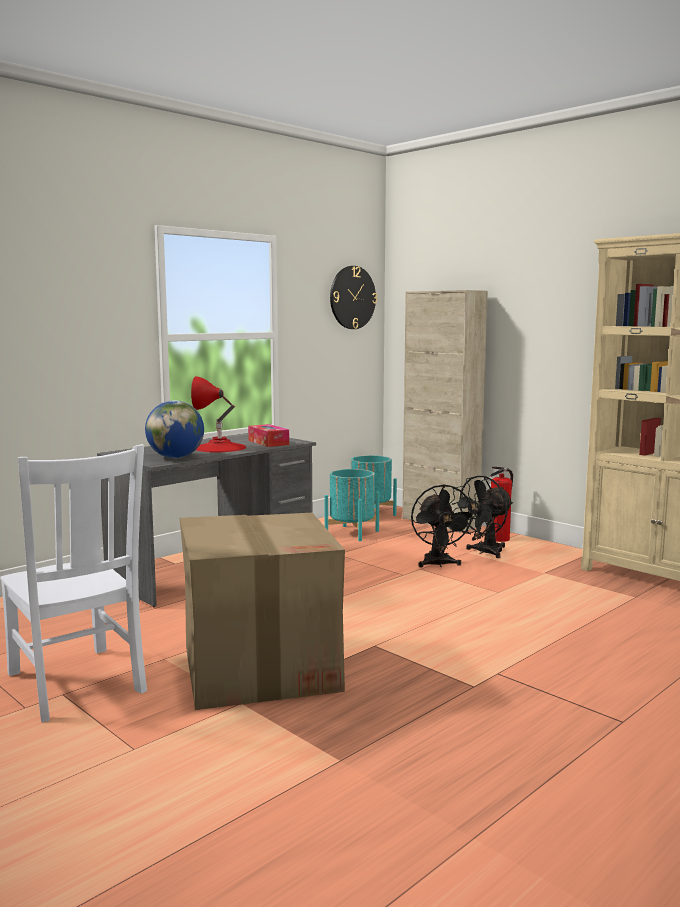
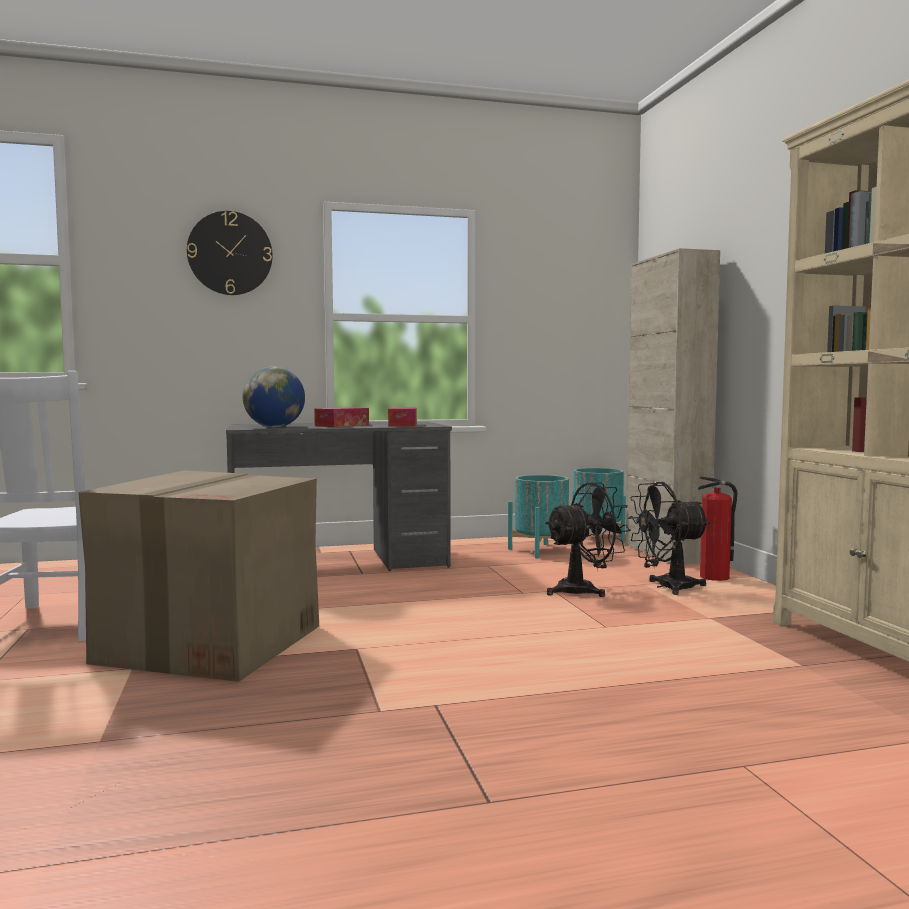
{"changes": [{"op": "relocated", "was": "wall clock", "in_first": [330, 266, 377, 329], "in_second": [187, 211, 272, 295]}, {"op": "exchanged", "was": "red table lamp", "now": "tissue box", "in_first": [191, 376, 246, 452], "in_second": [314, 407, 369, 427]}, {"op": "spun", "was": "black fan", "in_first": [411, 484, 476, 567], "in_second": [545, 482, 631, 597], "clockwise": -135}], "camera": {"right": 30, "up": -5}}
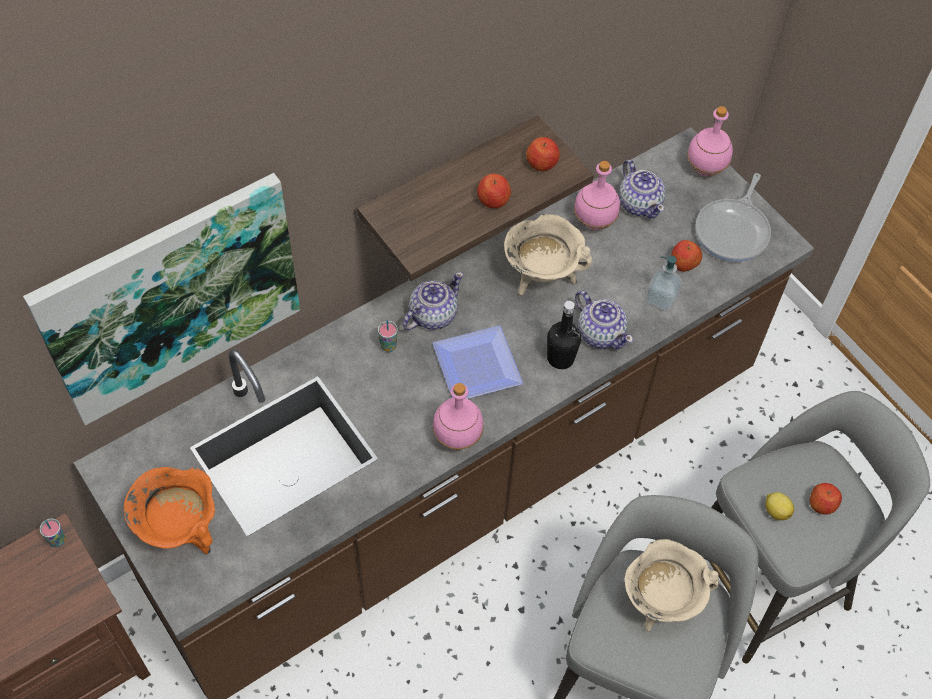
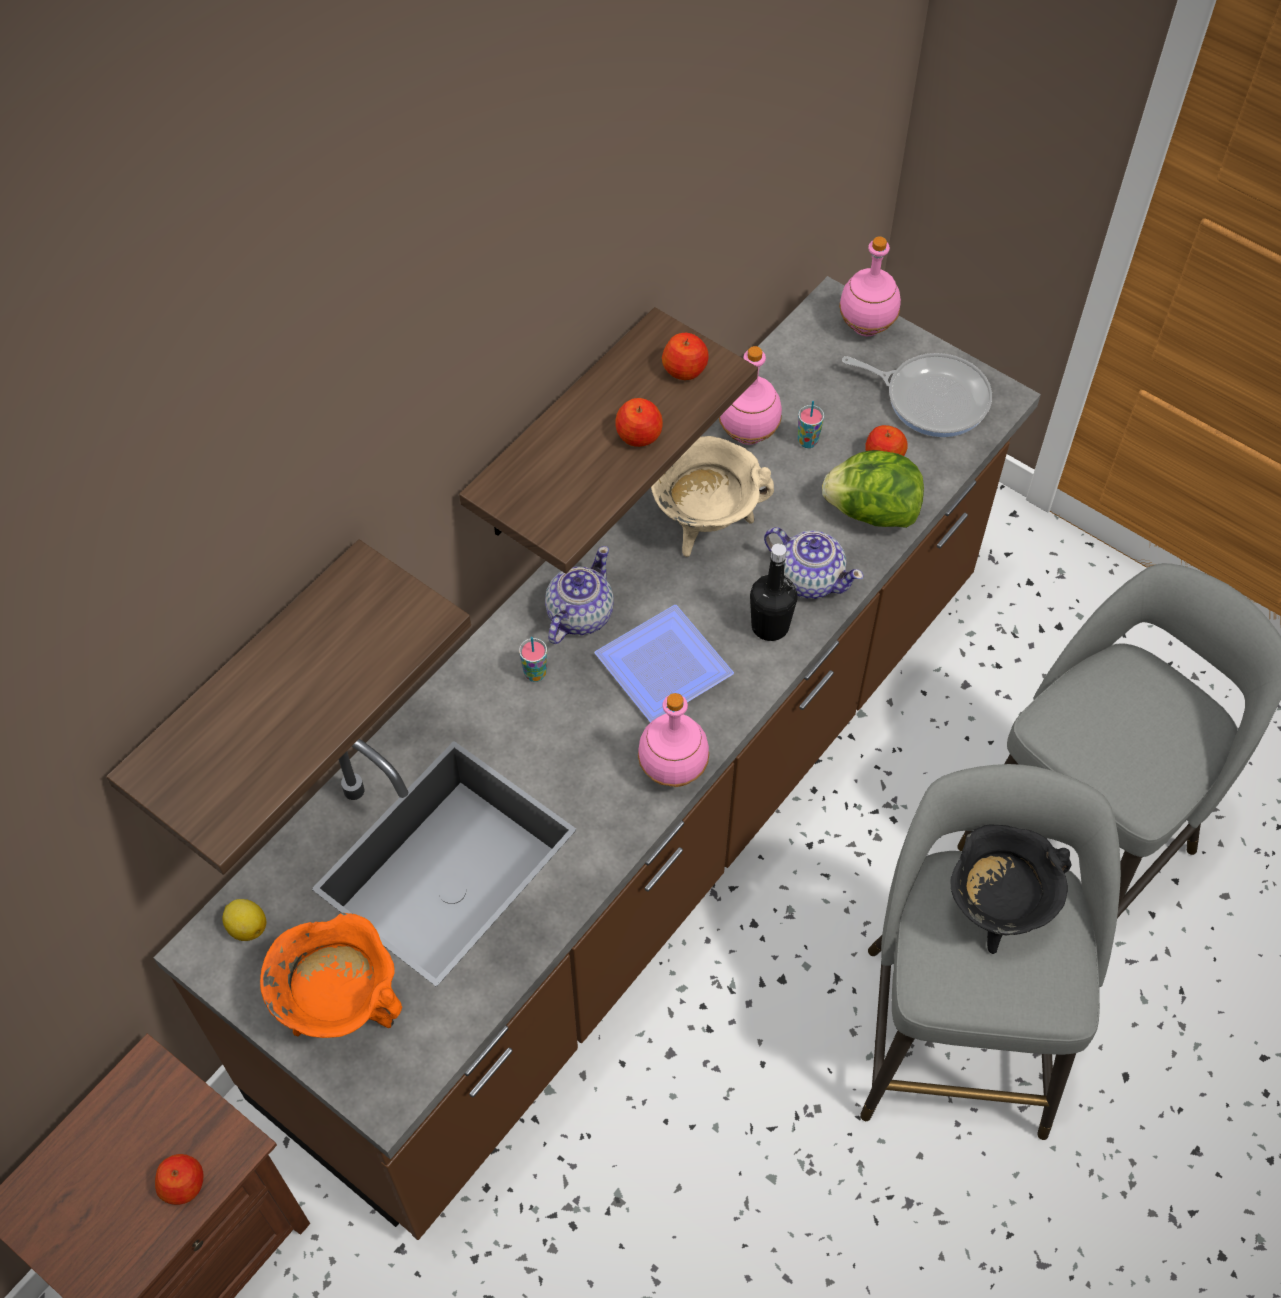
{"changes": [{"op": "missing", "was": "teapot", "in_first": [619, 160, 665, 219]}, {"op": "relocated", "was": "cup", "in_first": [40, 519, 66, 548], "in_second": [798, 401, 824, 448]}, {"op": "relocated", "was": "lemon", "in_first": [765, 492, 794, 520], "in_second": [222, 899, 266, 941]}, {"op": "relocated", "was": "apple", "in_first": [810, 483, 842, 515], "in_second": [155, 1154, 204, 1205]}, {"op": "exchanged", "was": "picture", "now": "shelf", "in_first": [23, 173, 300, 426], "in_second": [106, 539, 471, 875]}, {"op": "exchanged", "was": "soap dispenser", "now": "lettuce", "in_first": [646, 256, 682, 311], "in_second": [822, 450, 924, 528]}, {"op": "colour", "was": "beige cooking pot", "now": "black cooking pot", "in_first": [625, 539, 719, 632], "in_second": [951, 824, 1071, 954]}, {"op": "spun", "was": "frying pan", "in_first": [695, 173, 771, 262], "in_second": [842, 353, 992, 437], "clockwise": -75}], "camera": {"right": -15, "up": 0}}
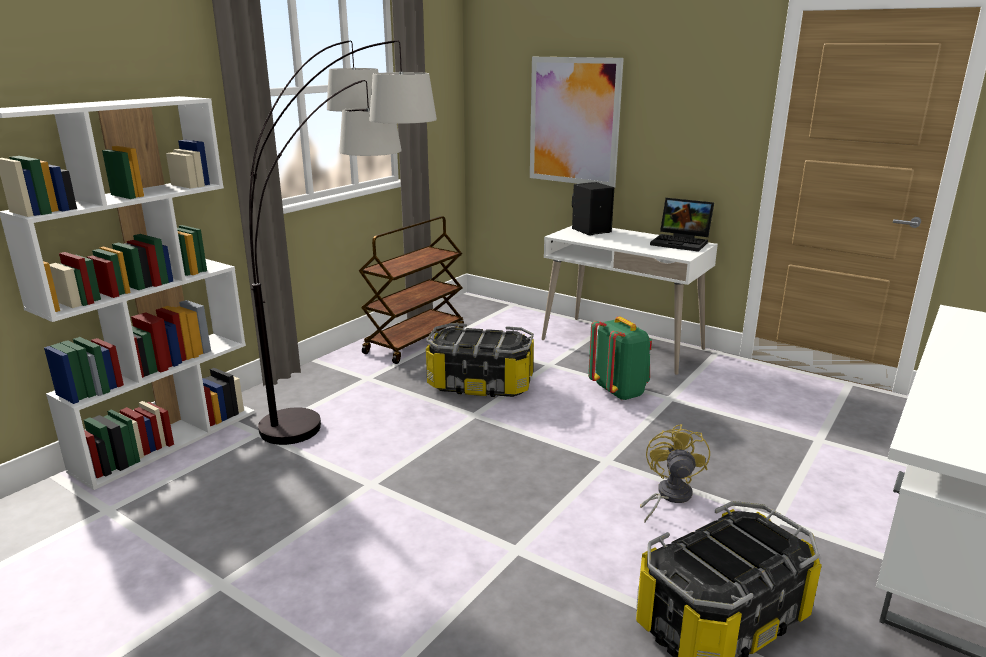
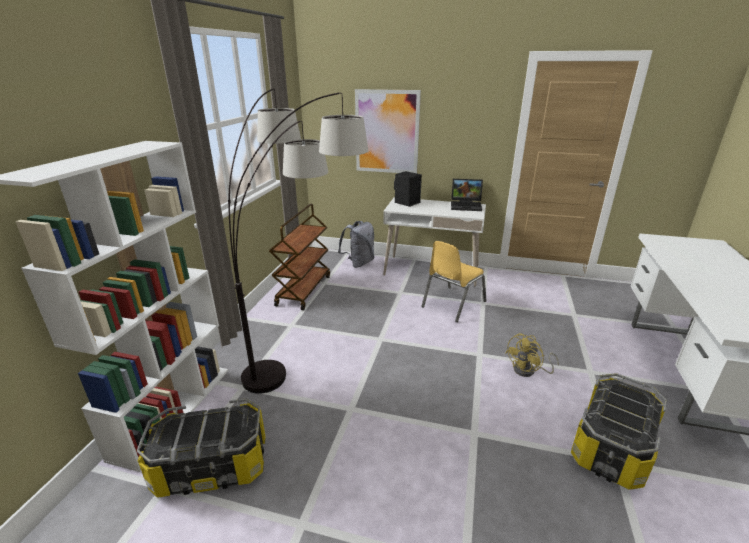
{"changes": [{"op": "appeared", "now": "grey backpack", "in_second": [338, 221, 375, 268]}, {"op": "relocated", "was": "storage box", "in_first": [426, 323, 534, 397], "in_second": [137, 398, 265, 498]}, {"op": "exchanged", "was": "green backpack", "now": "yellow chair", "in_first": [588, 317, 652, 400], "in_second": [421, 241, 487, 322]}, {"op": "spun", "was": "yellow fan", "in_first": [640, 424, 710, 523], "in_second": [506, 333, 559, 377], "clockwise": -120}], "camera": {"right": -20, "up": 5}}
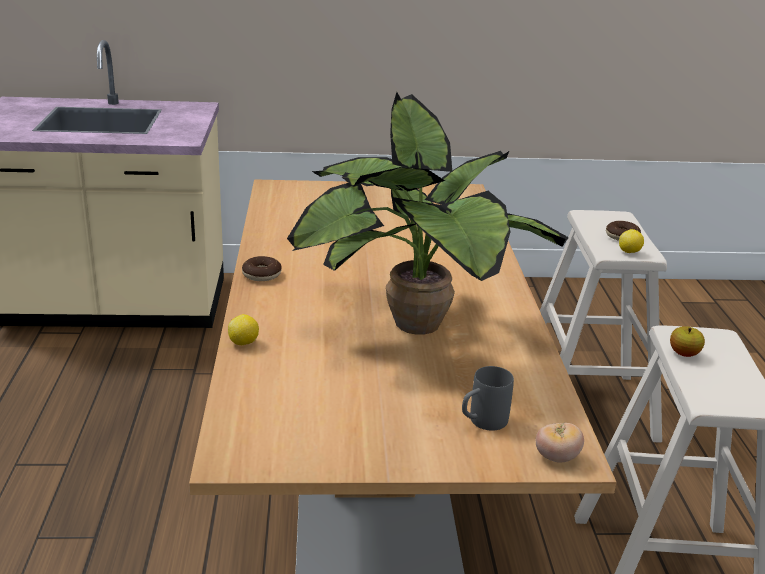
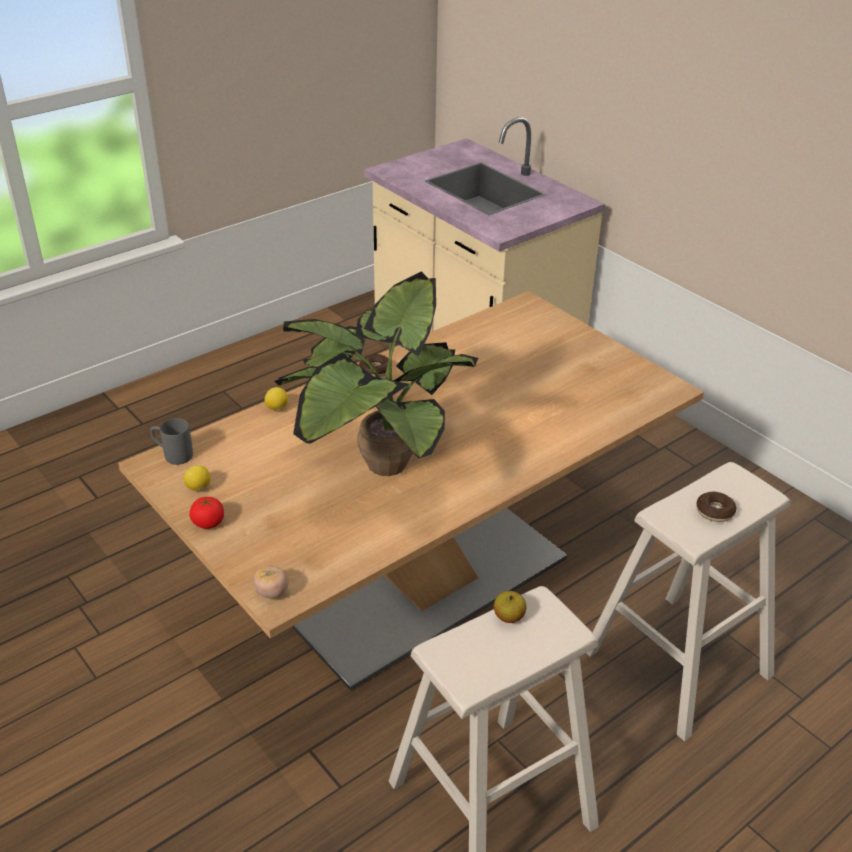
{"changes": [{"op": "appeared", "now": "tomato", "in_second": [189, 497, 224, 529]}, {"op": "relocated", "was": "grey mug", "in_first": [462, 366, 514, 431], "in_second": [150, 418, 193, 465]}, {"op": "relocated", "was": "lemon", "in_first": [619, 229, 644, 253], "in_second": [184, 465, 211, 491]}], "camera": {"right": 55, "up": 10}}
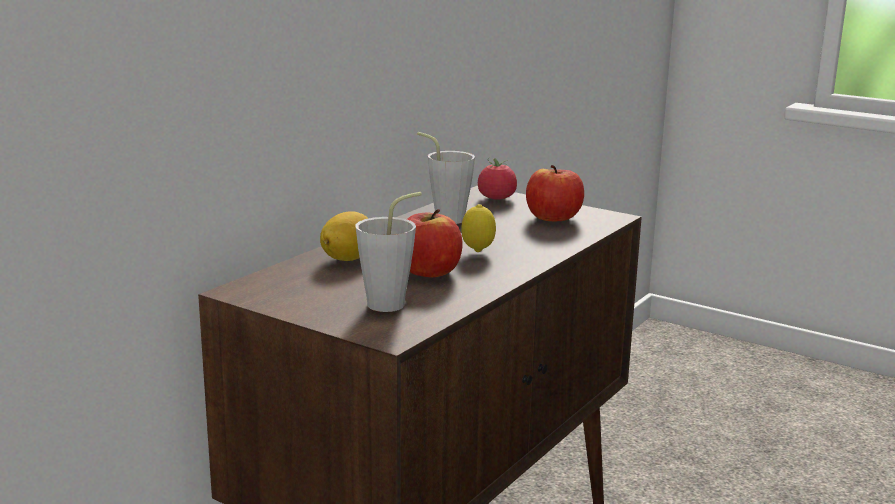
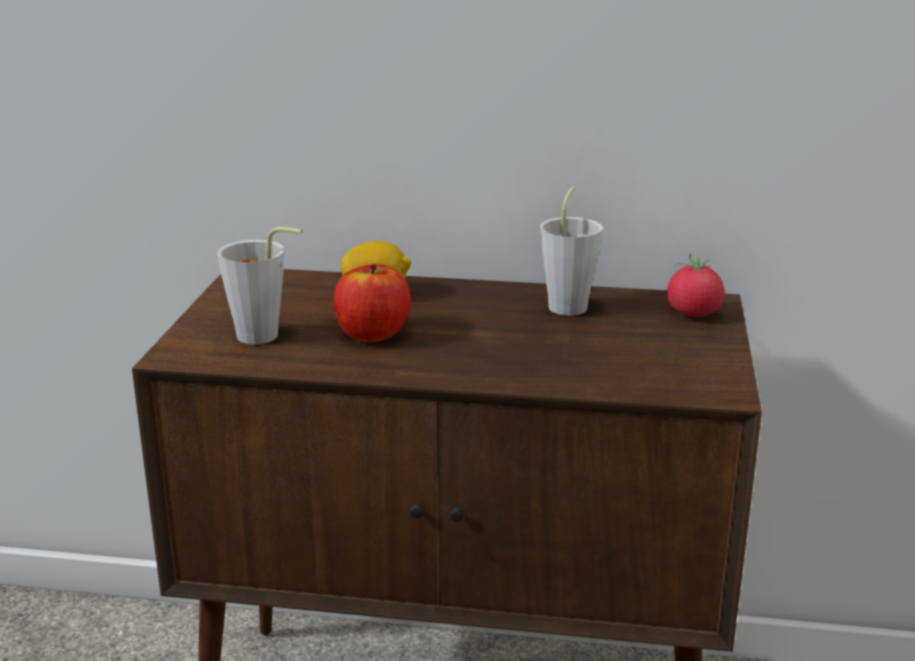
{"changes": [{"op": "missing", "was": "lemon", "in_first": [461, 204, 496, 252]}, {"op": "missing", "was": "apple", "in_first": [526, 165, 584, 221]}], "camera": {"right": 65, "up": 5}}
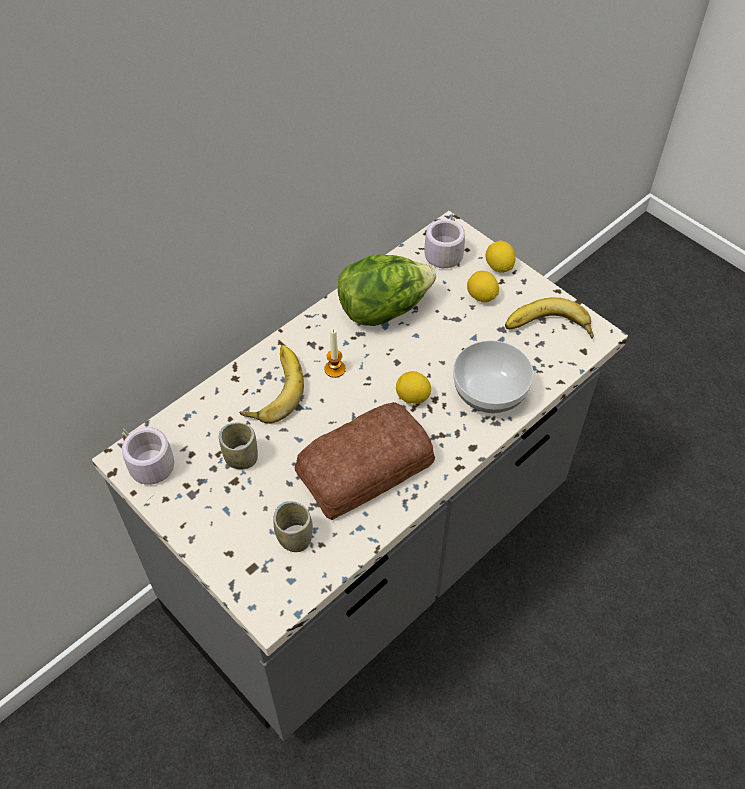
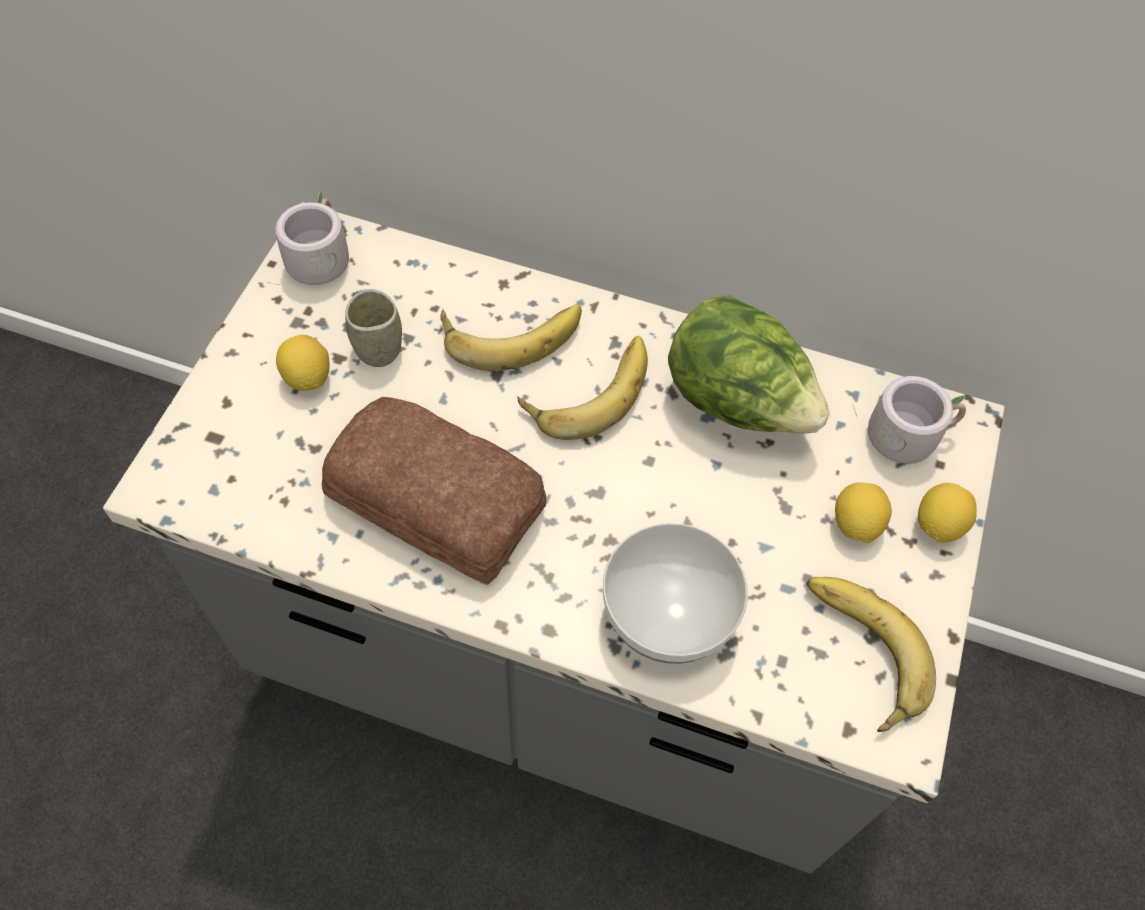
{"changes": [{"op": "missing", "was": "cup", "in_first": [273, 501, 313, 552]}, {"op": "relocated", "was": "lemon", "in_first": [396, 371, 431, 404], "in_second": [276, 335, 330, 391]}, {"op": "exchanged", "was": "candle", "now": "banana", "in_first": [325, 328, 346, 378], "in_second": [518, 336, 648, 440]}], "camera": {"right": 60, "up": 5}}
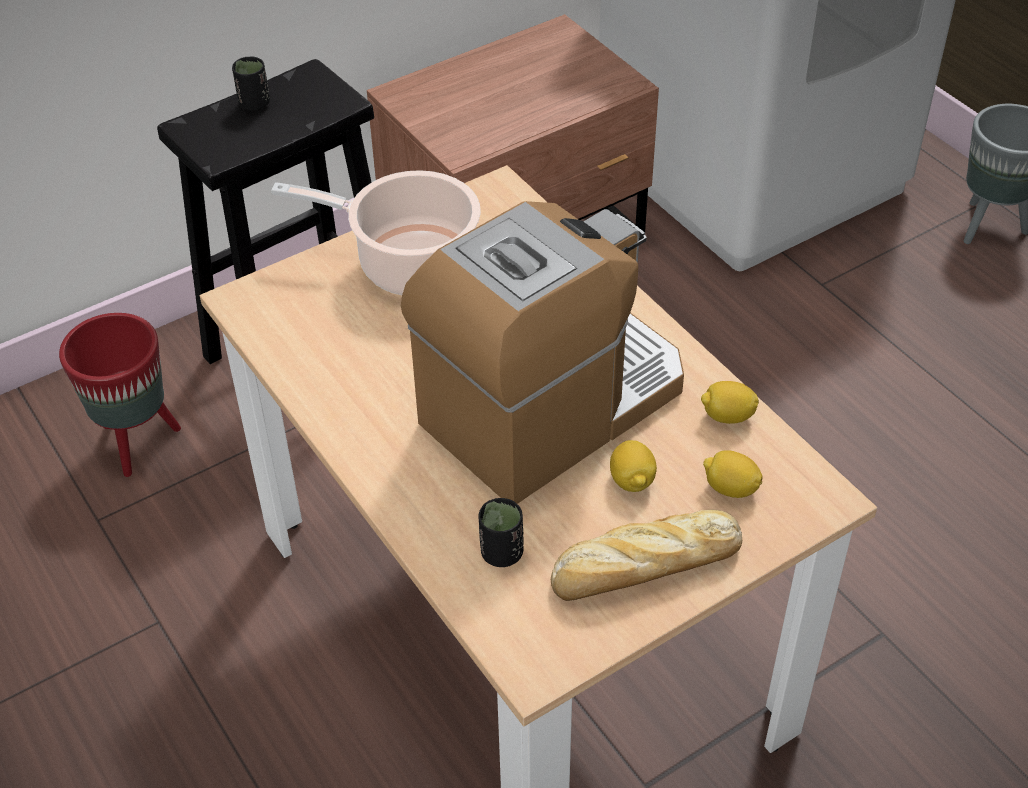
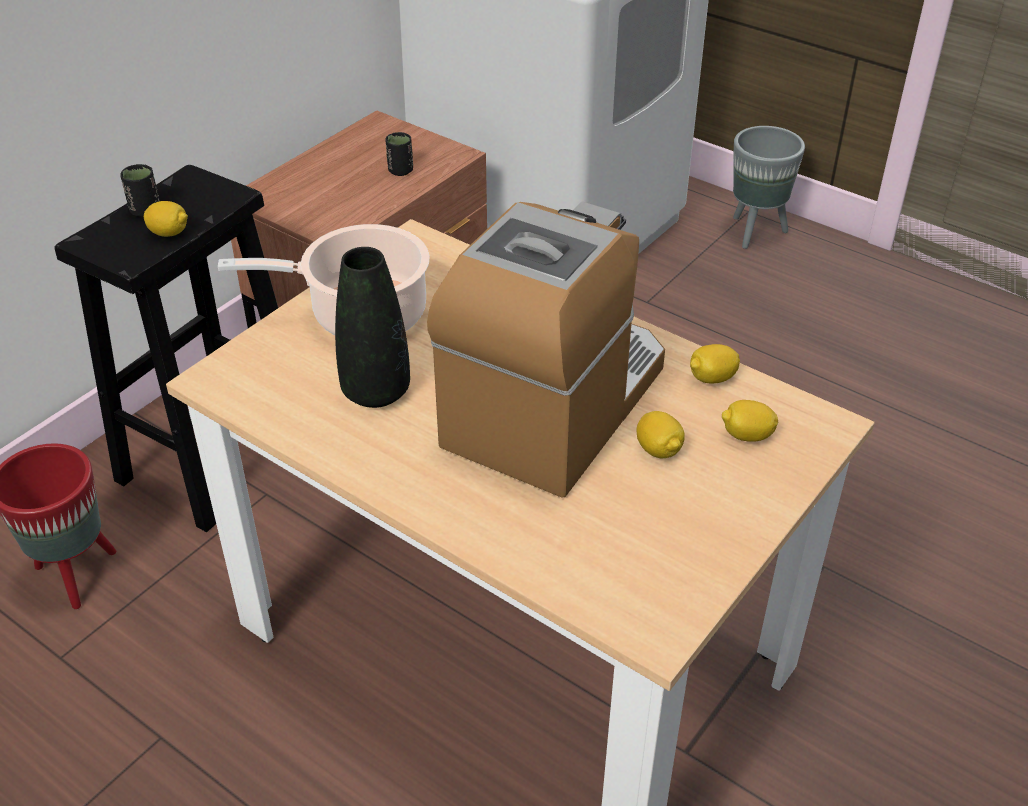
{"changes": [{"op": "missing", "was": "bread", "in_first": [551, 510, 742, 601]}, {"op": "appeared", "now": "lemon", "in_second": [144, 201, 188, 237]}, {"op": "appeared", "now": "black vase", "in_second": [335, 247, 410, 408]}, {"op": "relocated", "was": "black cup", "in_first": [479, 498, 524, 567], "in_second": [385, 132, 413, 176]}], "camera": {"right": -20, "up": -5}}
